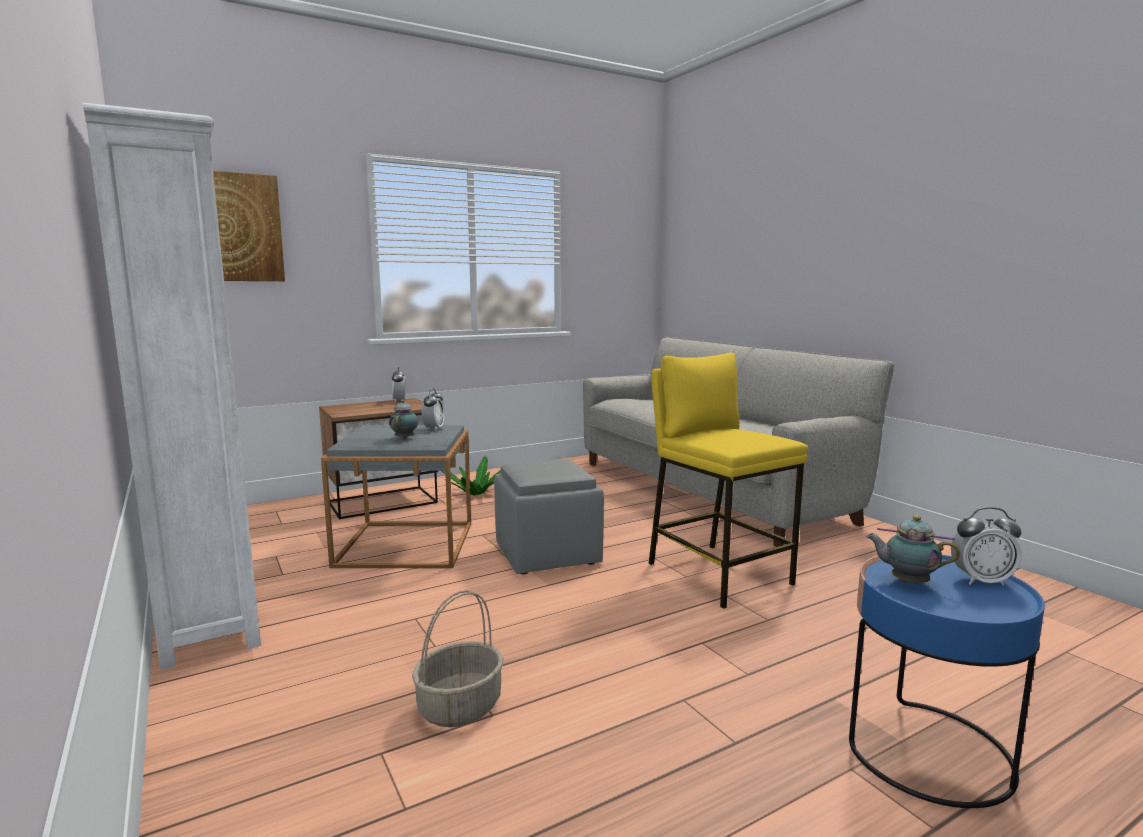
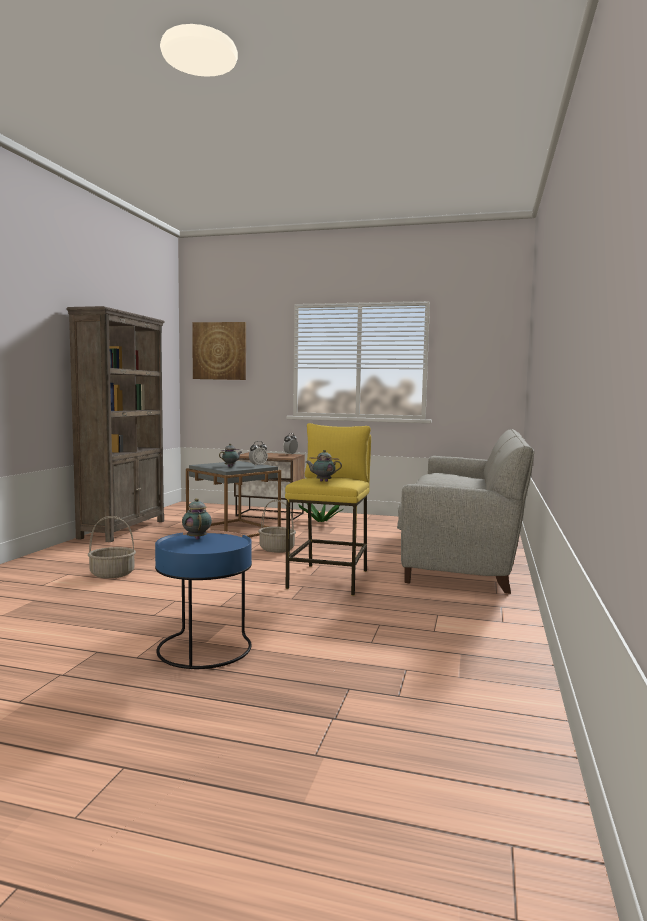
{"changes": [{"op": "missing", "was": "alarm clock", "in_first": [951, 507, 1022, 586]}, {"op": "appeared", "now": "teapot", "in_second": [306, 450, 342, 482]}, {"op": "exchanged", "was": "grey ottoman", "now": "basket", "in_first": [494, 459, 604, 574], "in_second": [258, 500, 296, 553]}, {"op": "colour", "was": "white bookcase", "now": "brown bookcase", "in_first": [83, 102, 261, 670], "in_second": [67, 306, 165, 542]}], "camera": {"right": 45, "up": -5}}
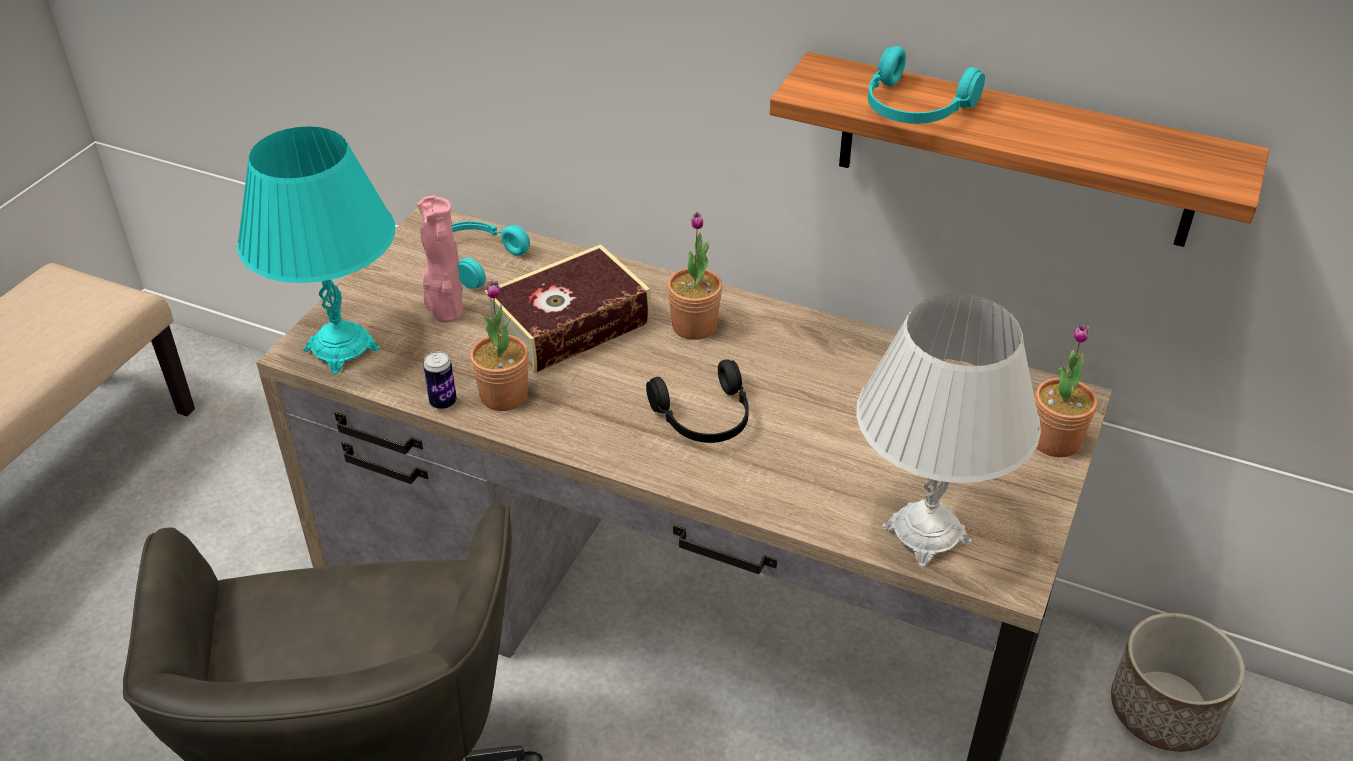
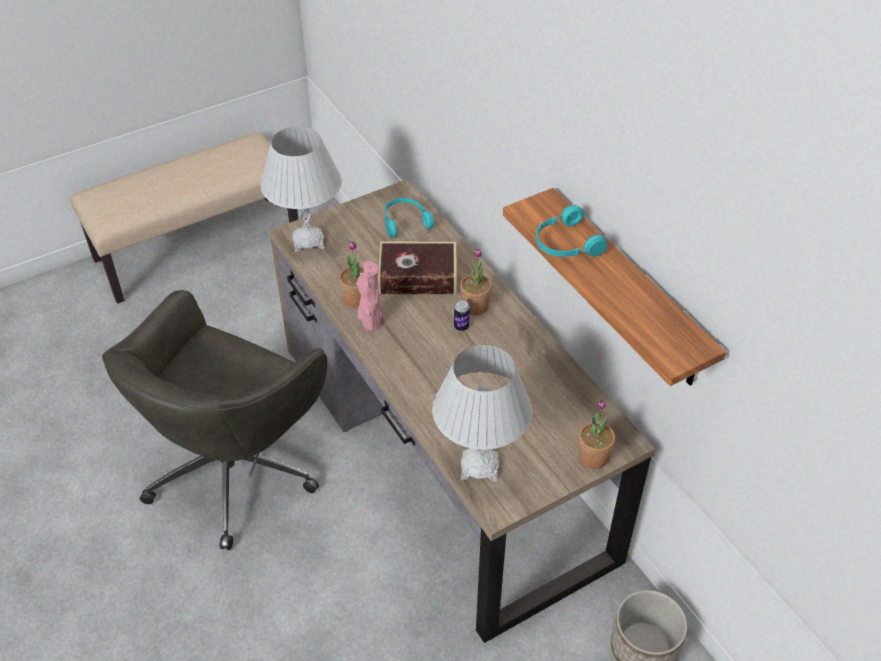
{"changes": [{"op": "missing", "was": "black headphones", "in_first": [646, 359, 749, 443]}, {"op": "relocated", "was": "pink vase", "in_first": [417, 196, 463, 322], "in_second": [357, 261, 382, 331]}, {"op": "relocated", "was": "can", "in_first": [423, 351, 457, 409], "in_second": [454, 300, 470, 331]}, {"op": "colour", "was": "turquoise table lamp", "now": "white table lamp", "in_first": [237, 127, 395, 374], "in_second": [260, 126, 342, 252]}], "camera": {"right": 35, "up": 5}}
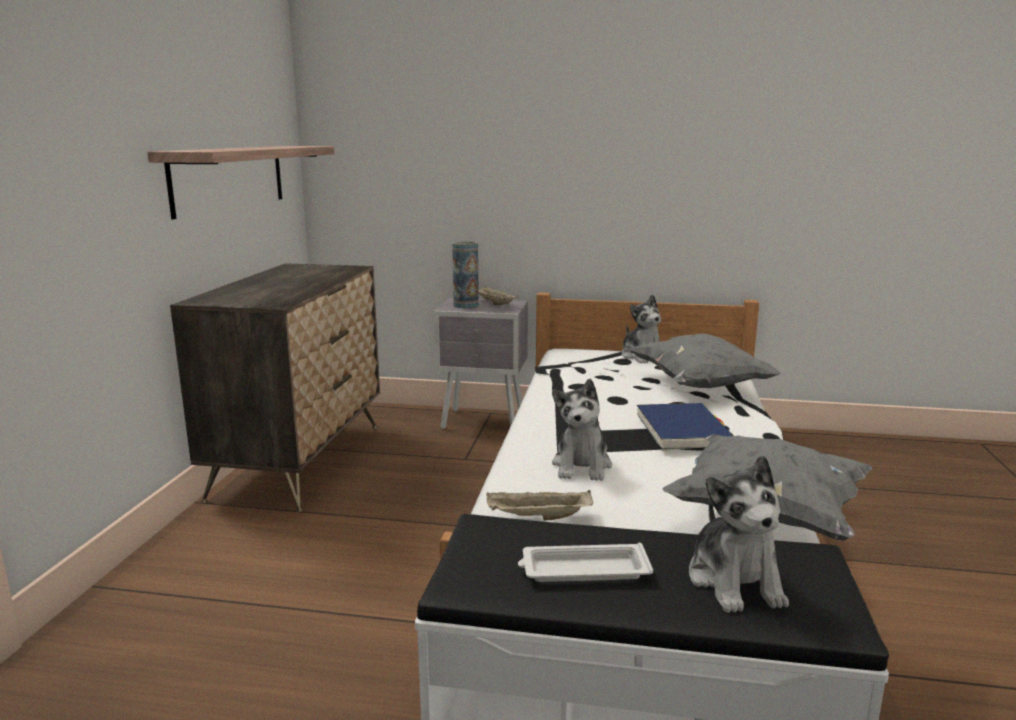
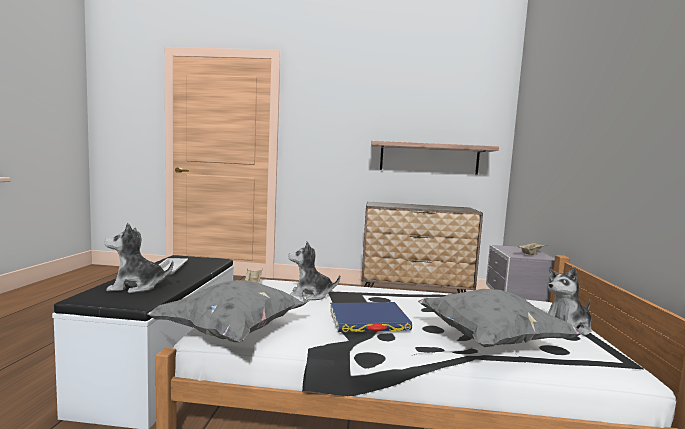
{"changes": [{"op": "missing", "was": "vase", "in_first": [452, 241, 479, 308]}], "camera": {"right": 85, "up": -10}}
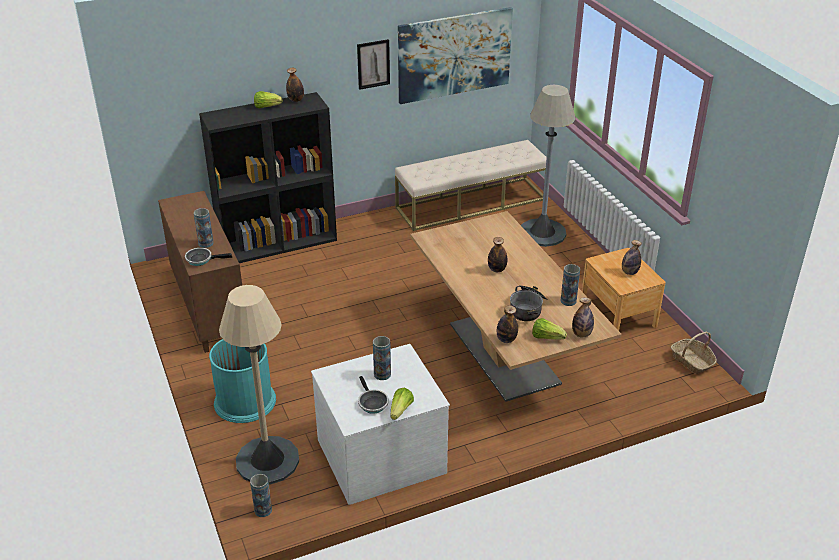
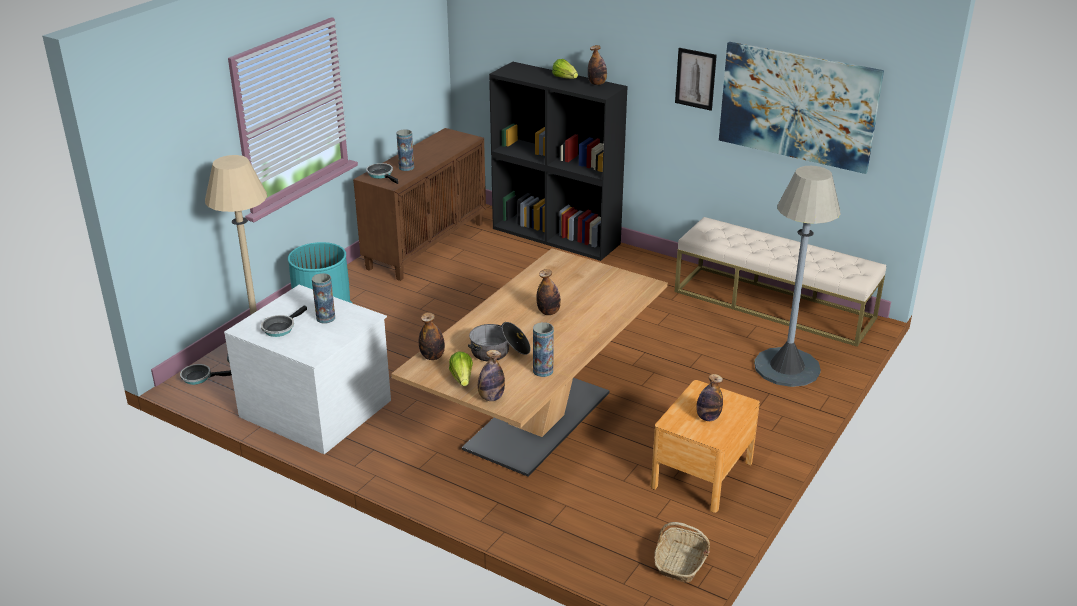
{"changes": [{"op": "missing", "was": "lettuce", "in_first": [391, 388, 414, 420]}, {"op": "exchanged", "was": "vase", "now": "frying pan", "in_first": [250, 474, 272, 517], "in_second": [180, 364, 232, 385]}], "camera": {"right": 55, "up": -5}}
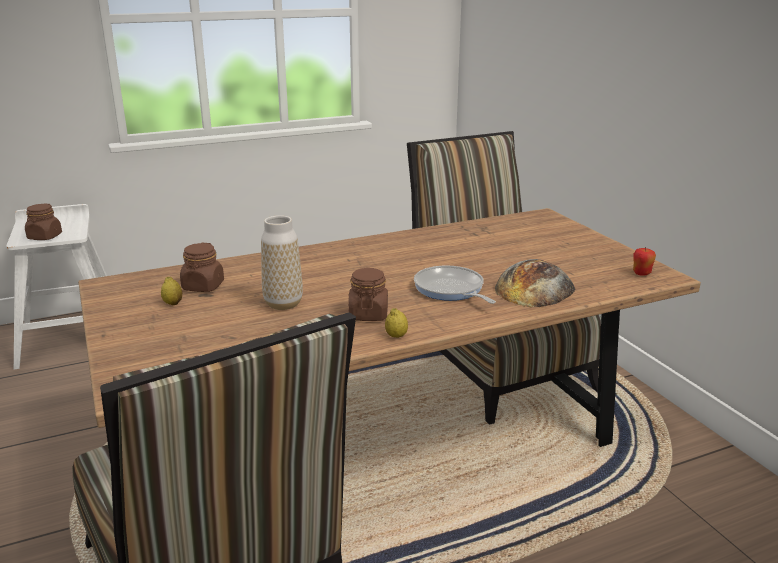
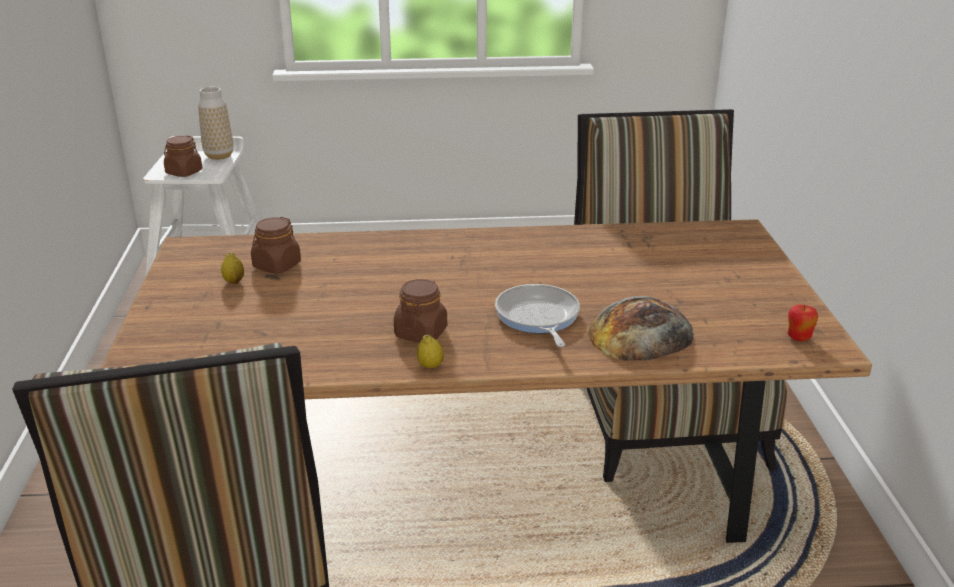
{"changes": [{"op": "relocated", "was": "vase", "in_first": [261, 215, 303, 310], "in_second": [198, 87, 233, 160]}], "camera": {"right": 20, "up": 5}}
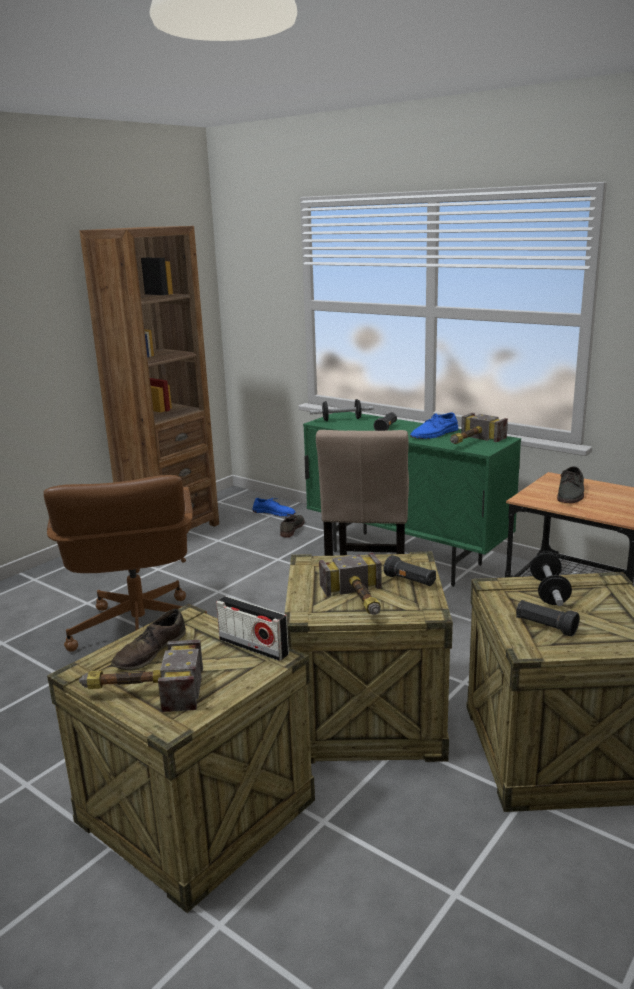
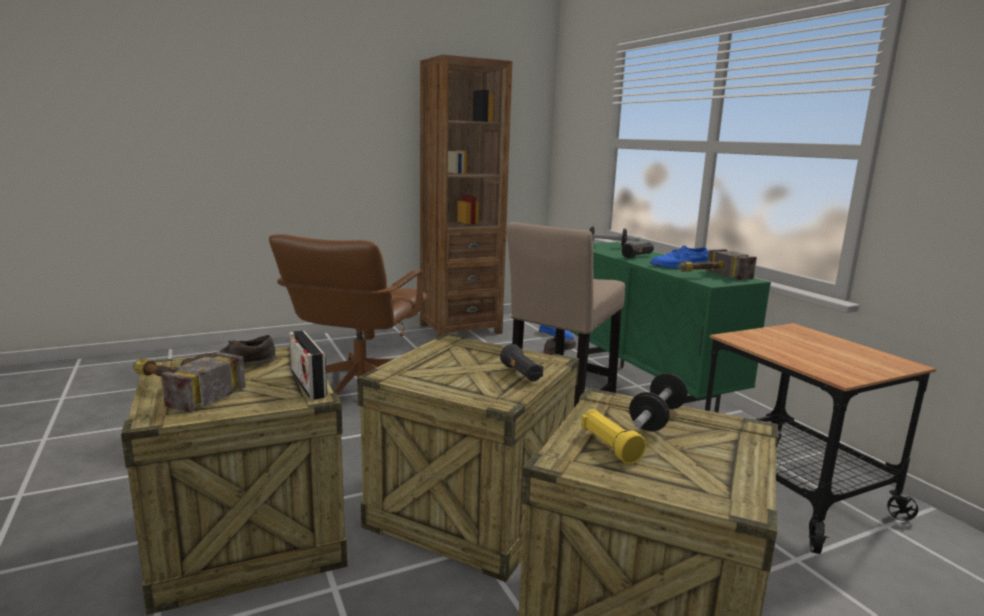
{"changes": [{"op": "missing", "was": "hammer", "in_first": [319, 552, 382, 615]}, {"op": "missing", "was": "grey shoe", "in_first": [557, 466, 584, 503]}, {"op": "colour", "was": "black flashlight", "now": "yellow flashlight", "in_first": [516, 600, 579, 637], "in_second": [581, 409, 646, 464]}], "camera": {"right": 25, "up": -5}}
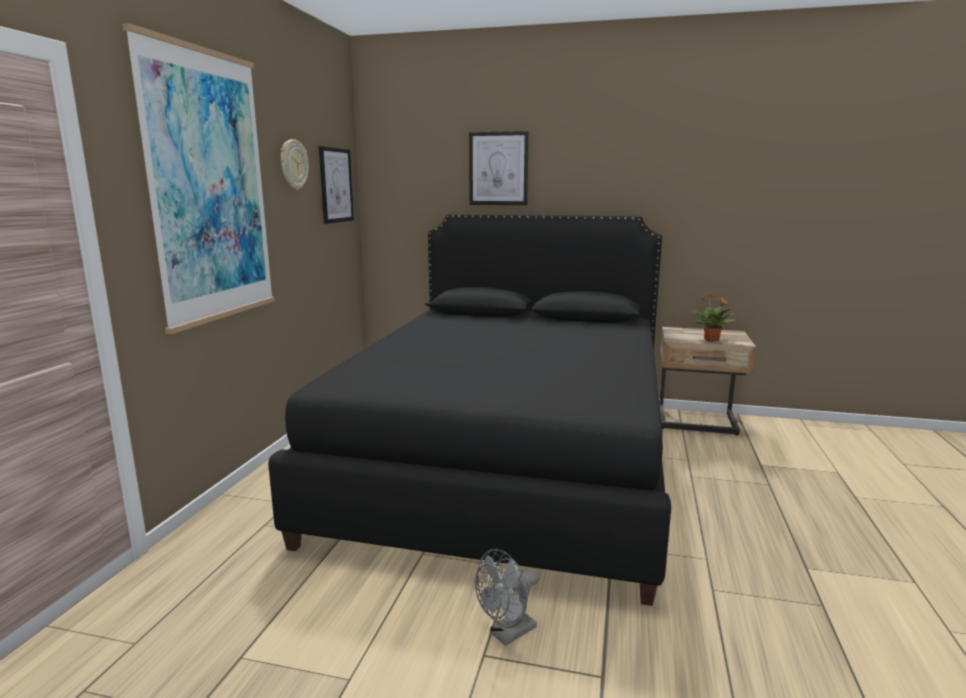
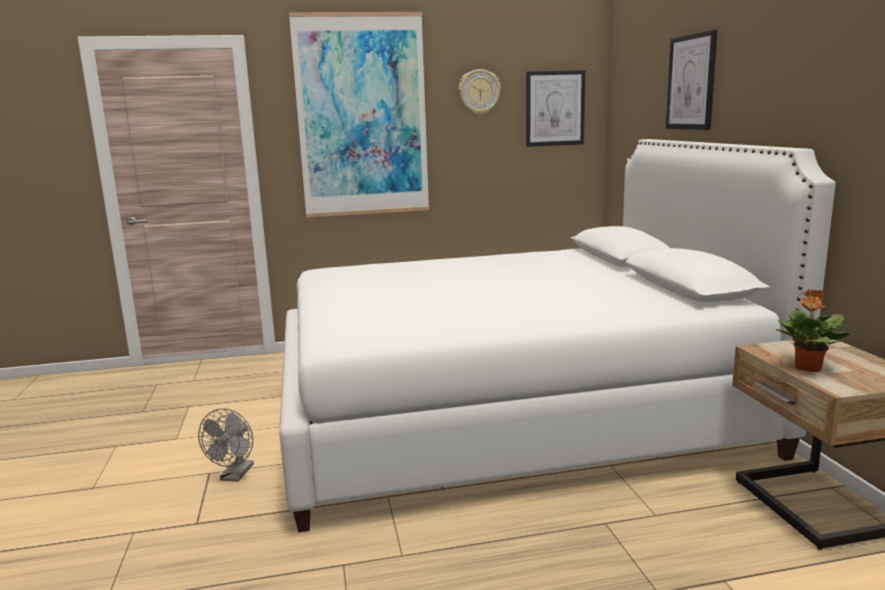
{"changes": [{"op": "colour", "was": "black bed", "now": "white bed", "in_first": [268, 214, 671, 606], "in_second": [279, 139, 836, 533]}, {"op": "spun", "was": "grey fan", "in_first": [475, 549, 539, 646], "in_second": [198, 408, 254, 482], "clockwise": -105}], "camera": {"right": 65, "up": 0}}
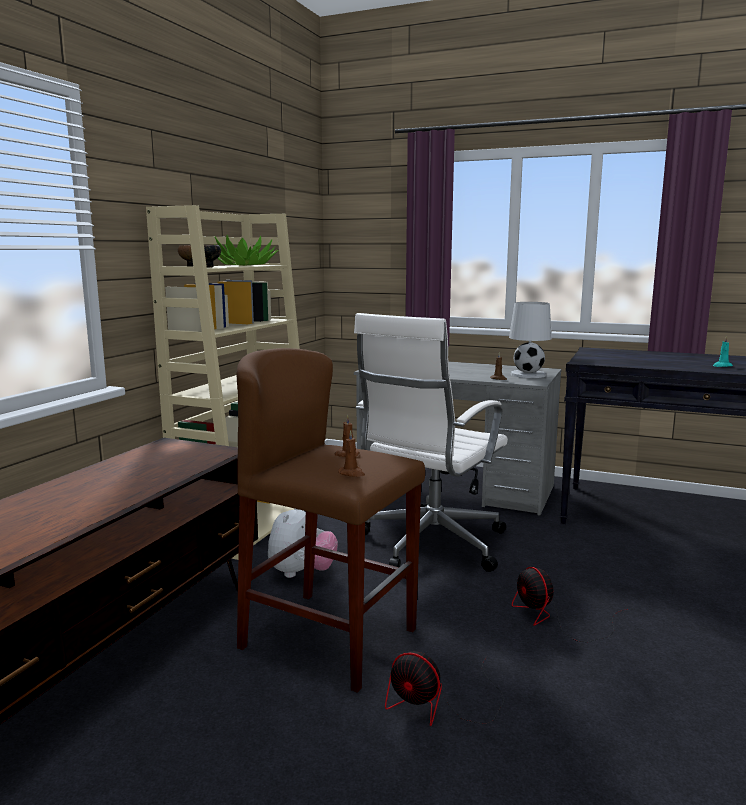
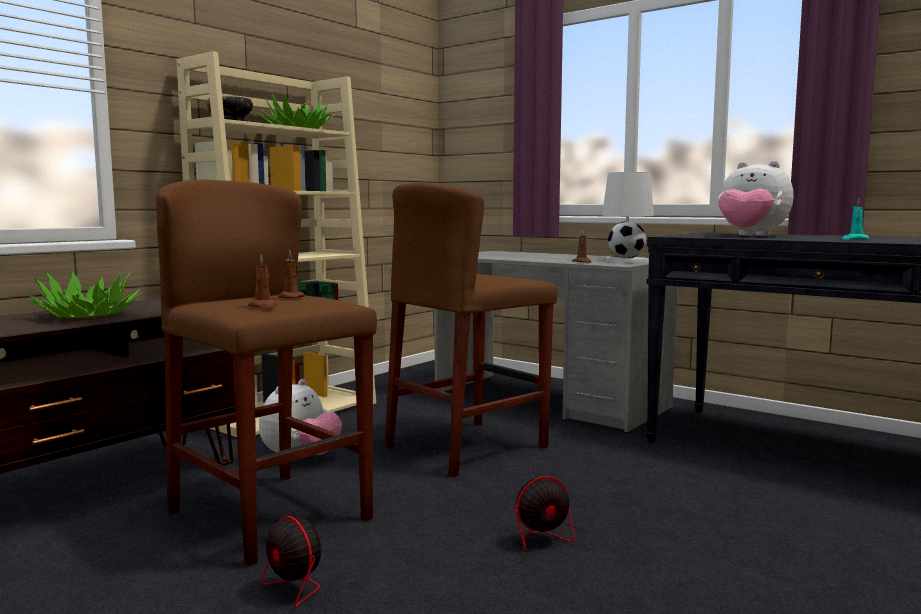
{"changes": [{"op": "appeared", "now": "potted plant", "in_second": [28, 271, 142, 318]}, {"op": "appeared", "now": "plush toy", "in_second": [718, 161, 794, 236]}, {"op": "exchanged", "was": "white office chair", "now": "brown stool", "in_first": [354, 313, 508, 572], "in_second": [385, 182, 557, 477]}, {"op": "spun", "was": "fan", "in_first": [512, 567, 628, 642], "in_second": [515, 476, 597, 551], "clockwise": -105}], "camera": {"right": 15, "up": -5}}
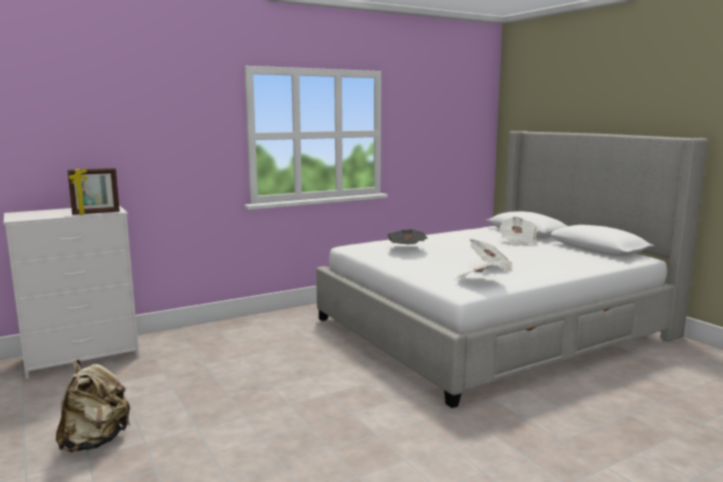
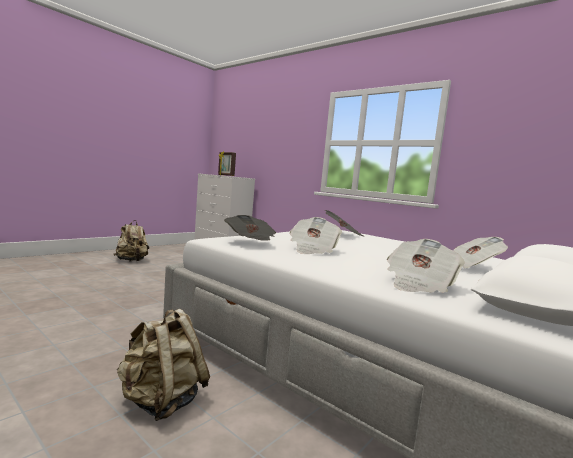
{"changes": [{"op": "appeared", "now": "beige backpack", "in_second": [117, 309, 210, 421]}, {"op": "appeared", "now": "newspaper", "in_second": [387, 239, 465, 293]}], "camera": {"right": 70, "up": -5}}
